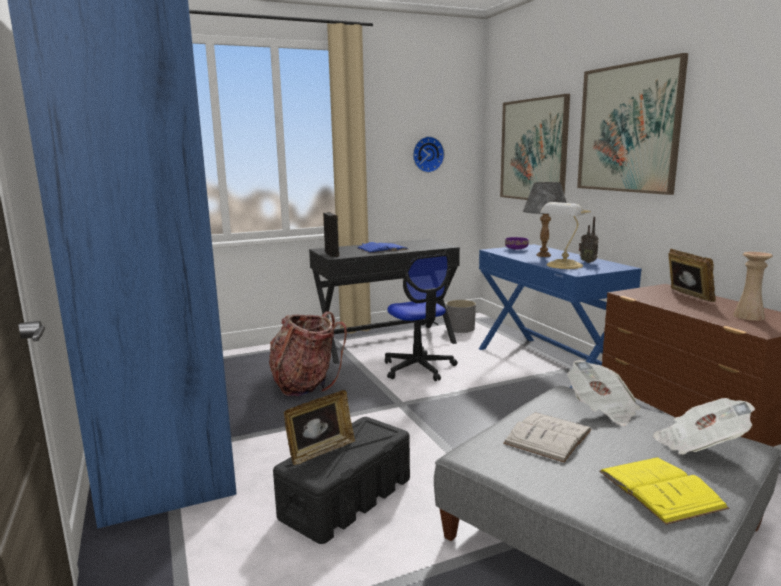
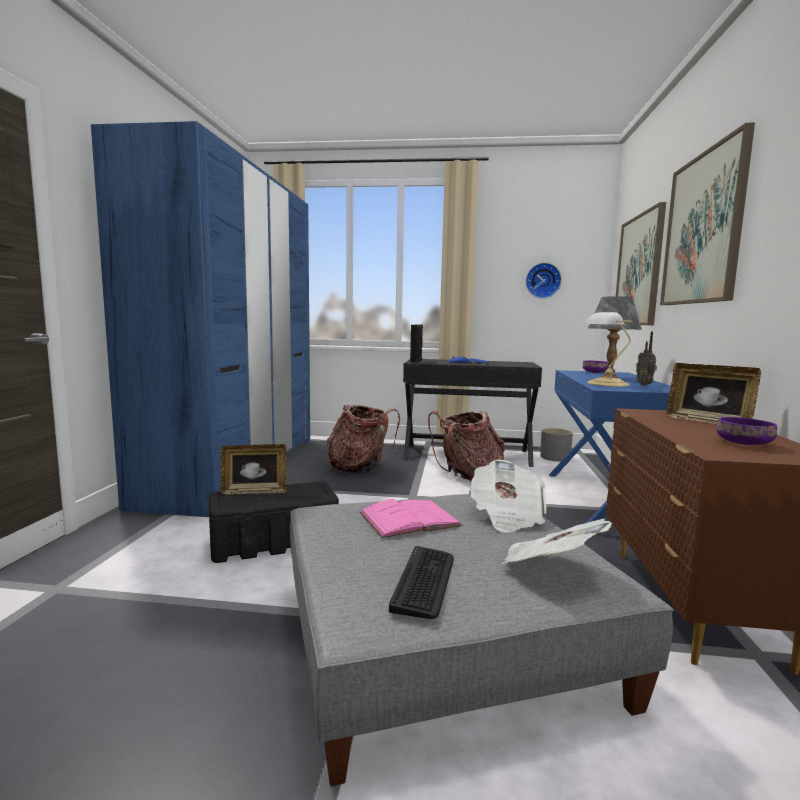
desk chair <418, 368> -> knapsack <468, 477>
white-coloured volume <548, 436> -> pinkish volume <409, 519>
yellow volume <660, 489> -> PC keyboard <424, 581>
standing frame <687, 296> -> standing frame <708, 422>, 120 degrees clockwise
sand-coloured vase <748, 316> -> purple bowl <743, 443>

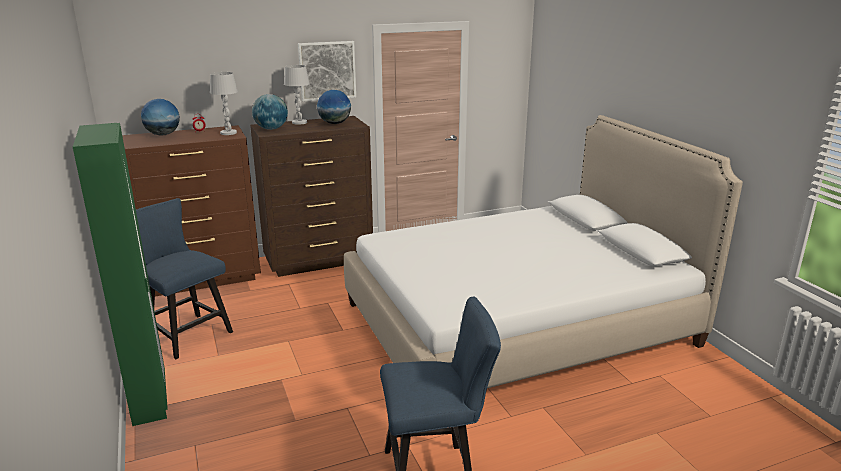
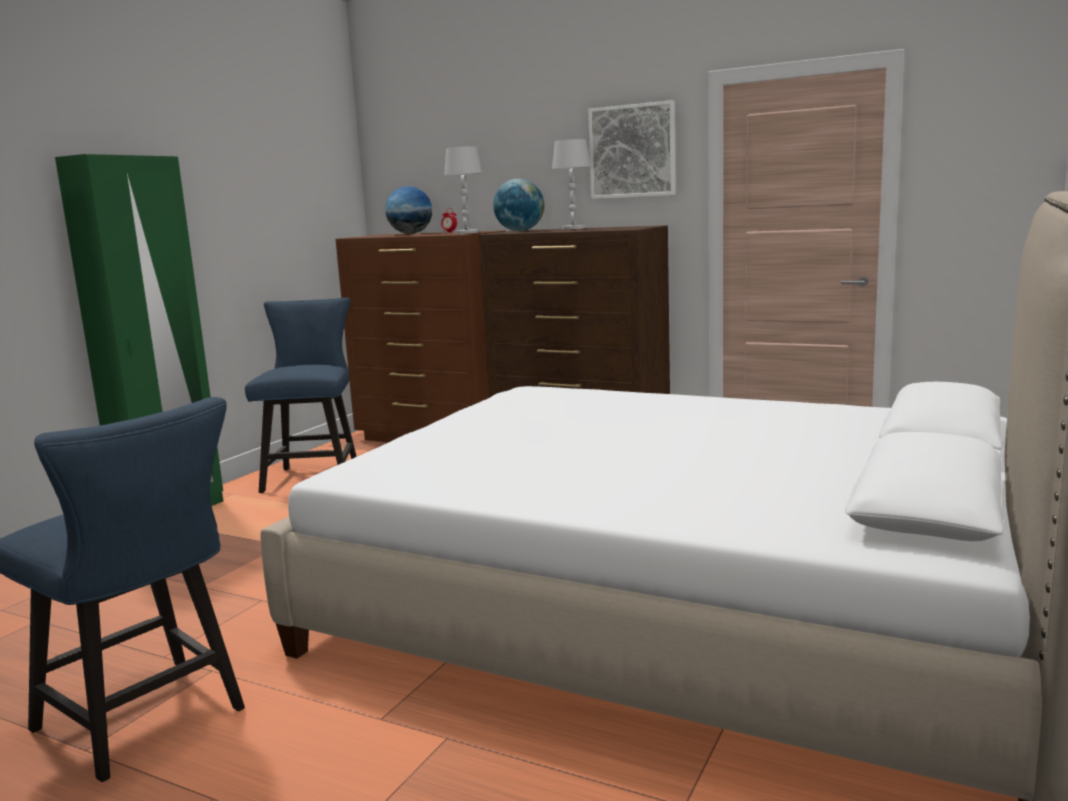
world globe <335, 123> -> none

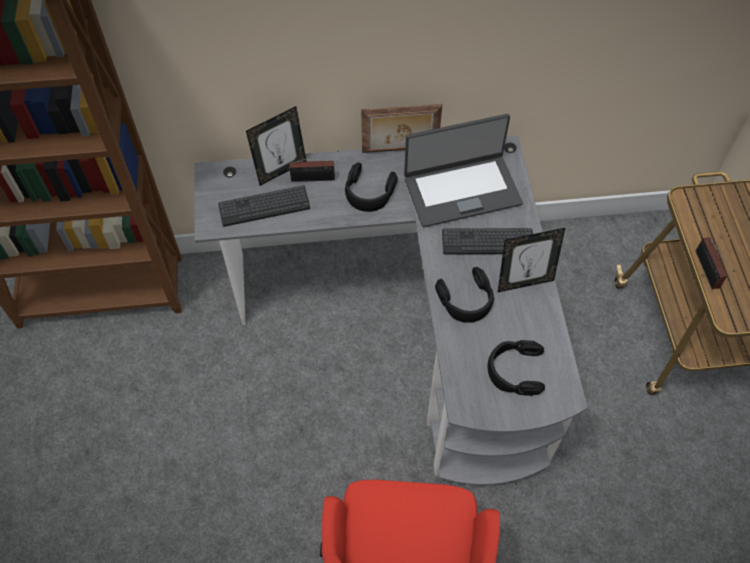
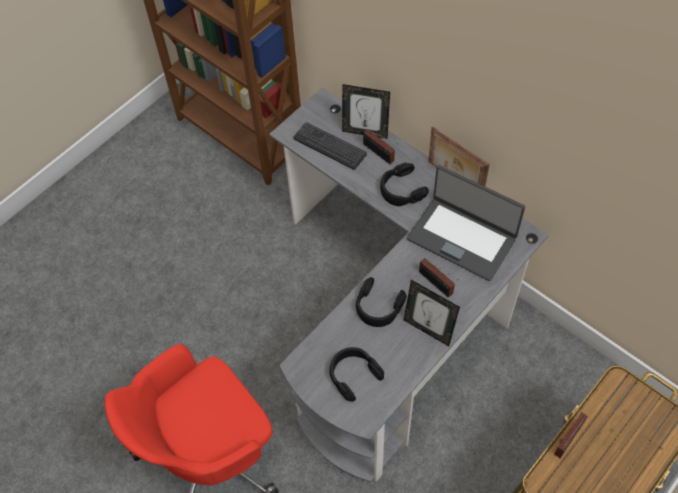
PC keyboard <487, 242> -> radio set <437, 284>

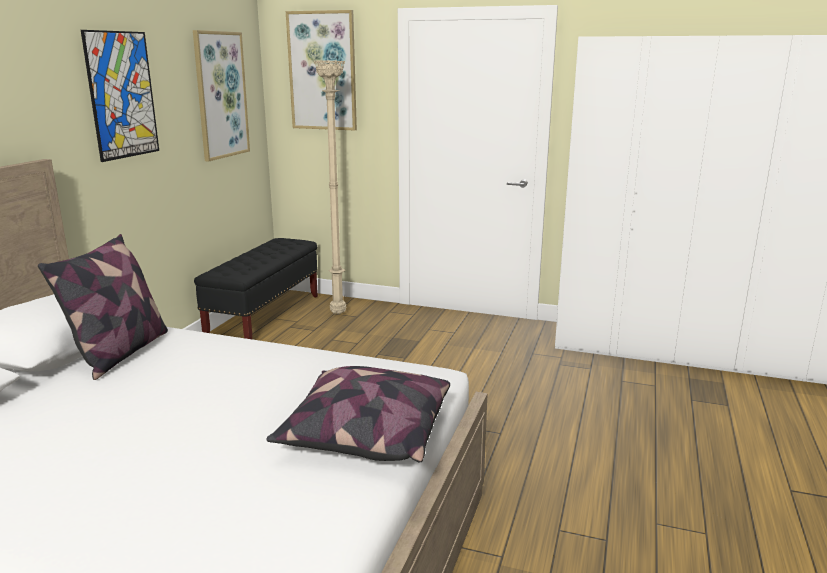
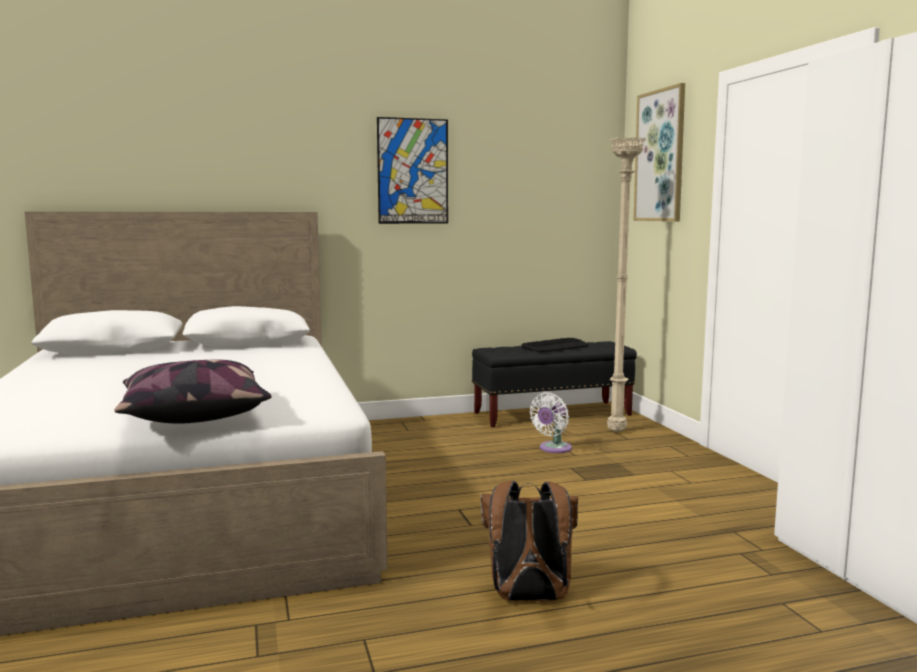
throw pillow <120, 353> -> none
picture <221, 95> -> none
none -> brown-coloured knapsack <528, 598>
none -> PC keyboard <555, 346>
none -> white-coloured electric fan <553, 449>

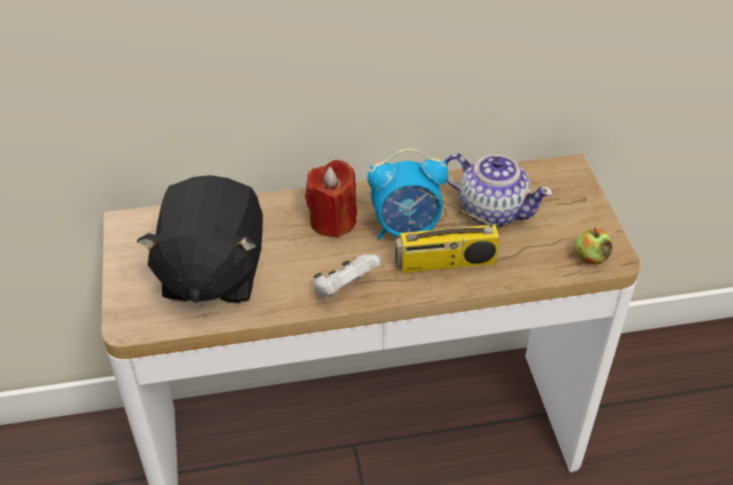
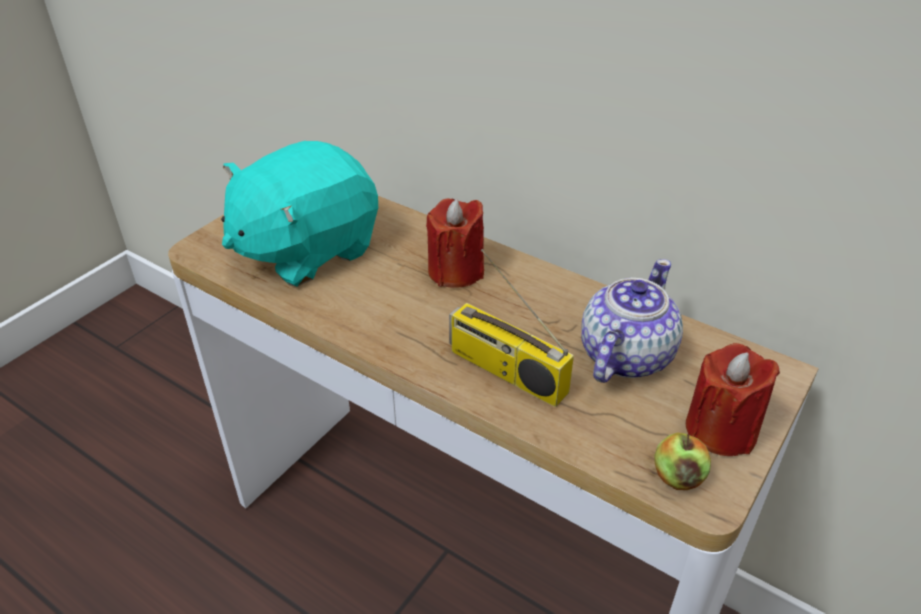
blackish soft toy <211, 272> -> turquoise-coloured soft toy <305, 250>
white-coloured game controller <344, 289> -> none
alarm clock <406, 228> -> none
teapot <491, 210> -> teapot <624, 356>, 135 degrees counterclockwise
none -> reddish wax candle <720, 430>

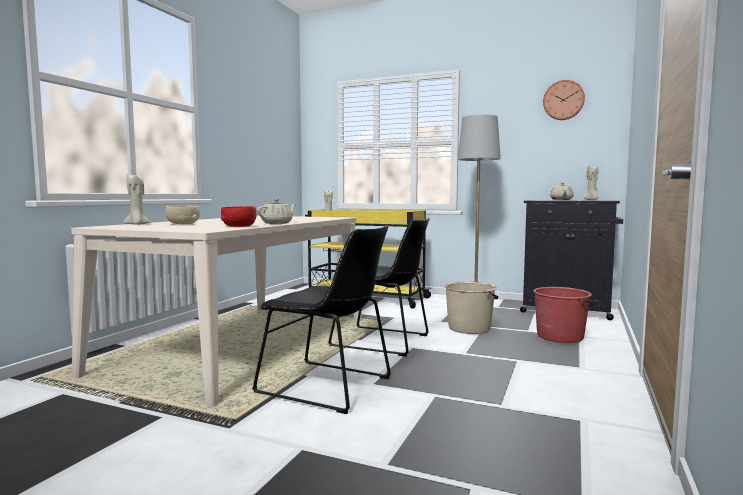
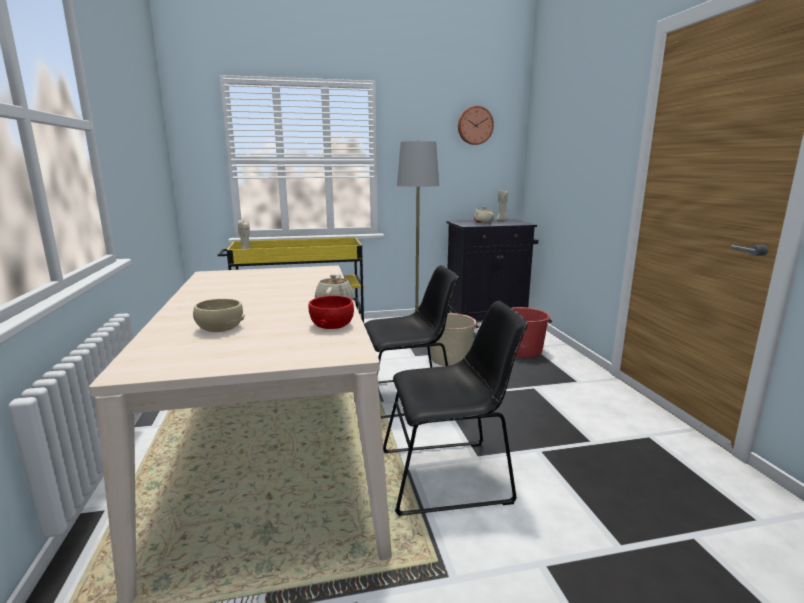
sand-coloured wax candle <137, 224> -> none

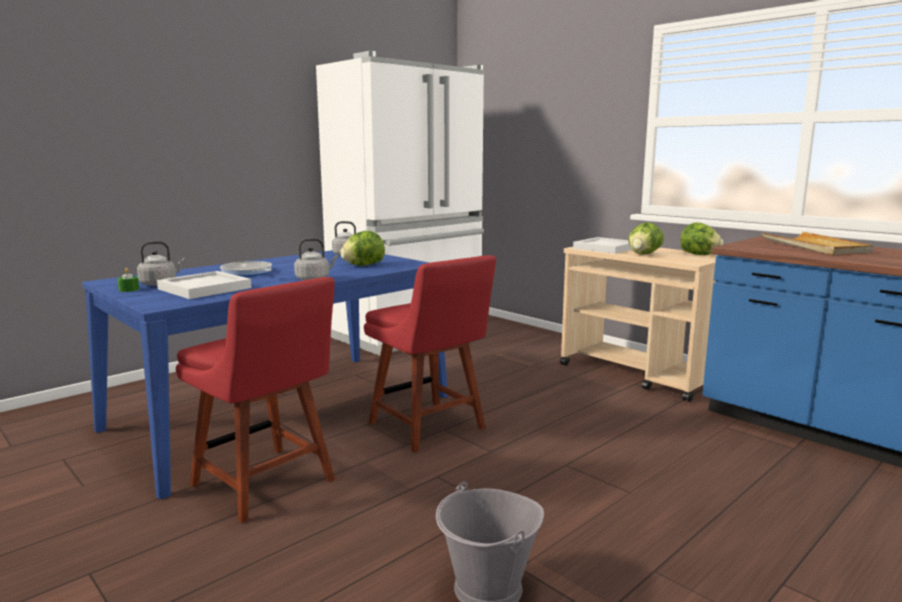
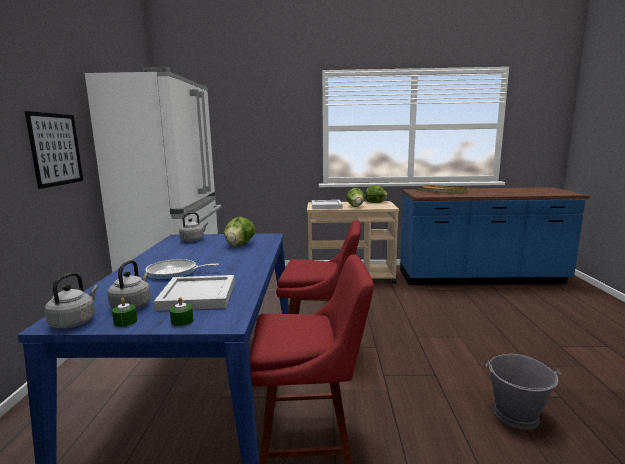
grey water kettle <314, 279> -> grey water kettle <75, 322>, move
none -> picture <56, 149>
none -> greenish wax candle <182, 321>

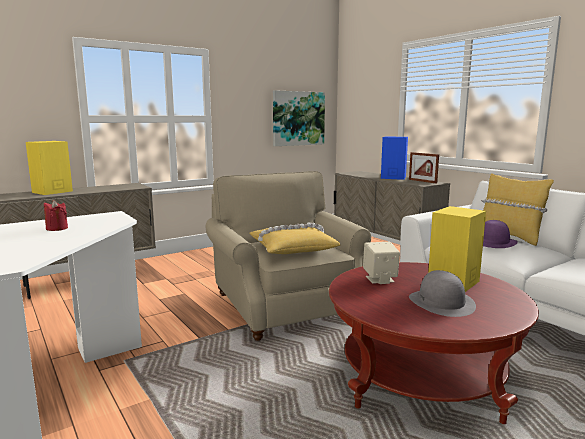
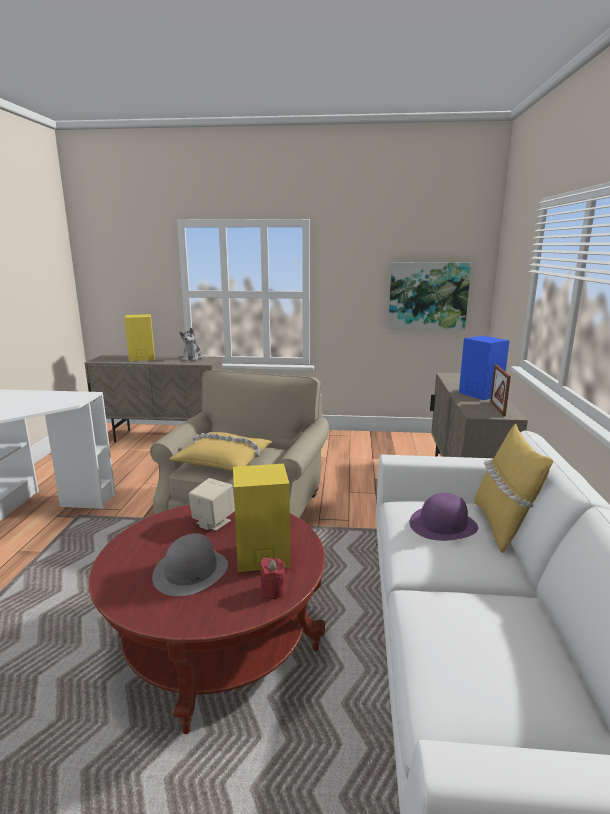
reddish wax candle <57, 228> -> reddish wax candle <273, 590>, move
none -> soft toy <192, 358>

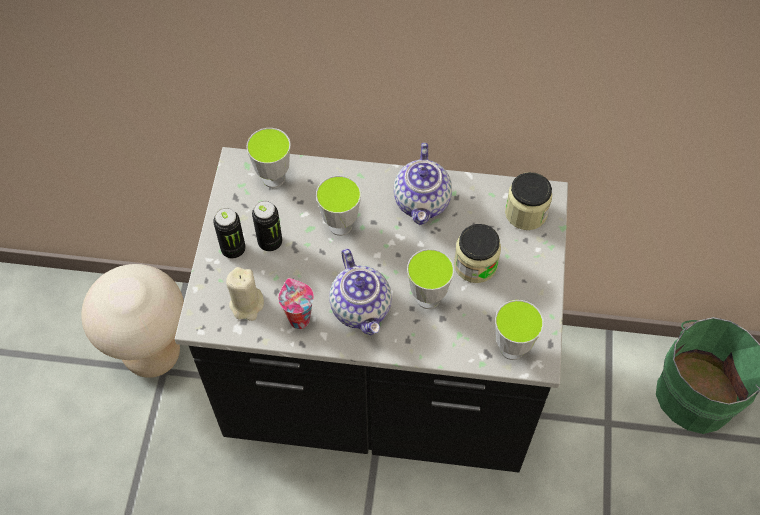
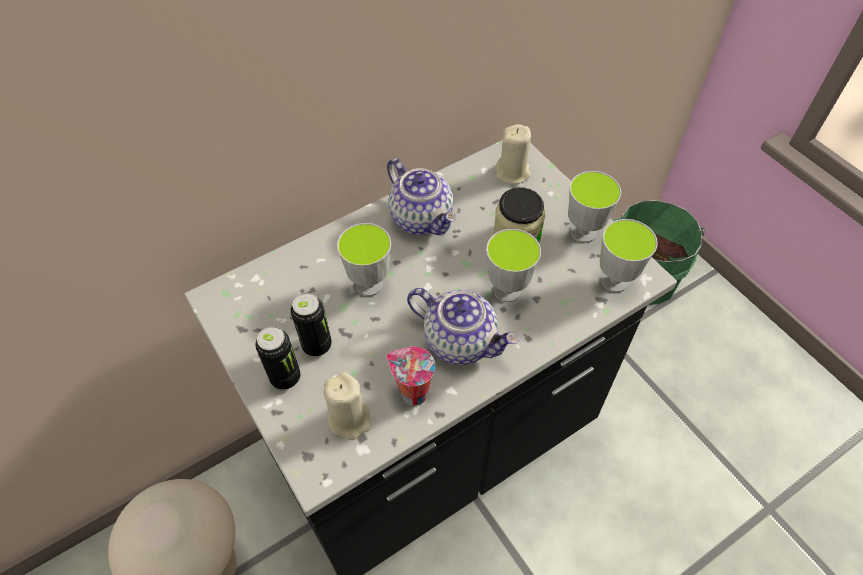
cup <273, 178> -> cup <583, 232>, move
storage jar <526, 213> -> sand-coloured wax candle <512, 173>

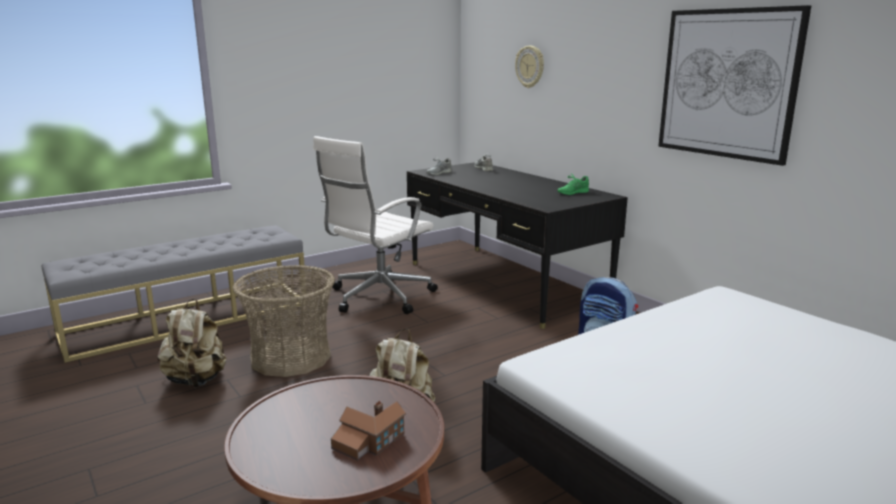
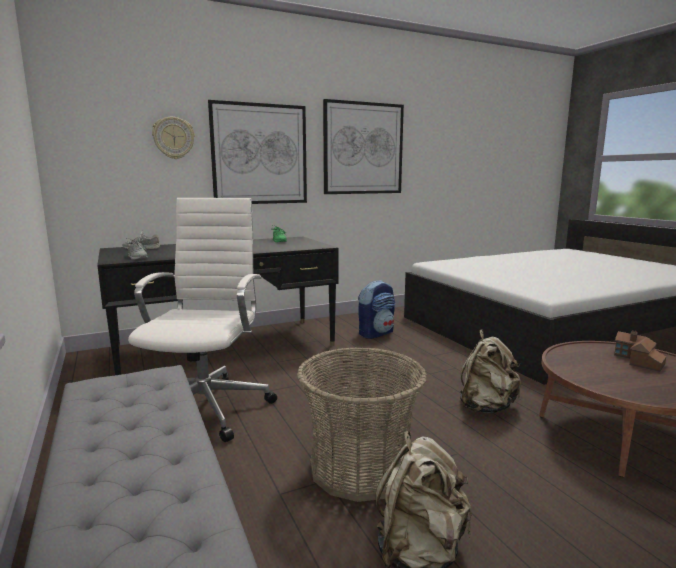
white-coloured desk chair <378, 297> -> white-coloured desk chair <208, 406>, 135 degrees counterclockwise
none -> picture <259, 154>

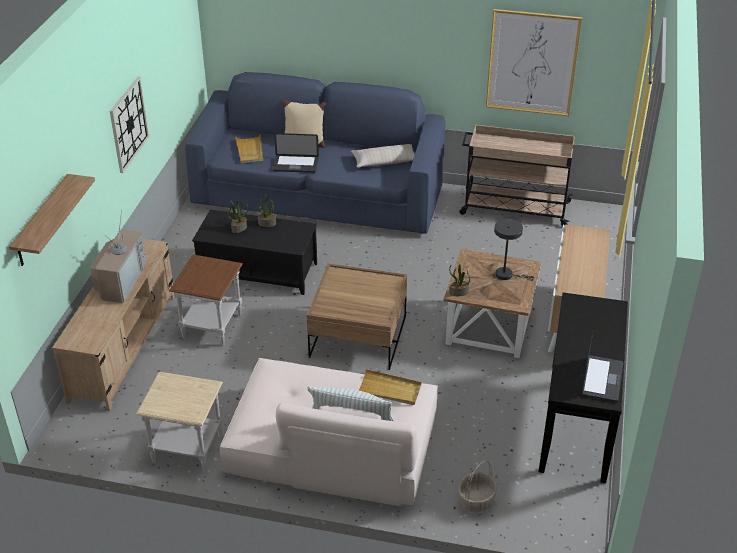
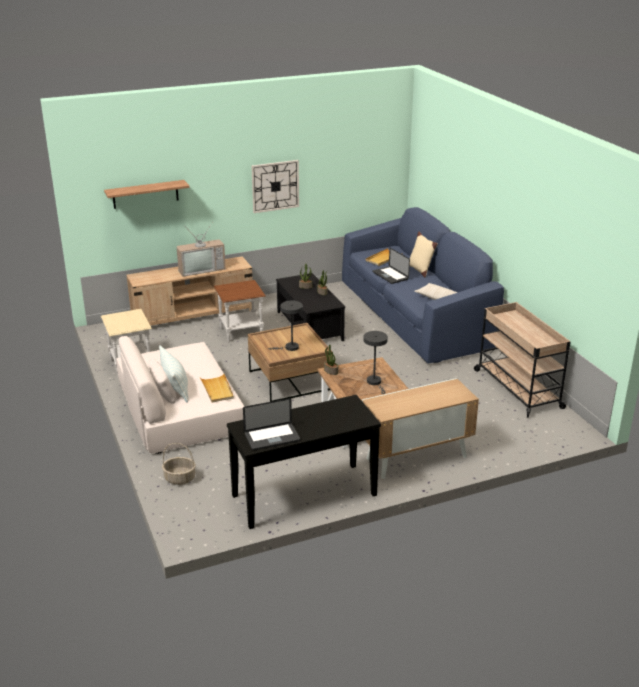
picture <532, 63> -> none
none -> grey tabletop lamp <289, 348>

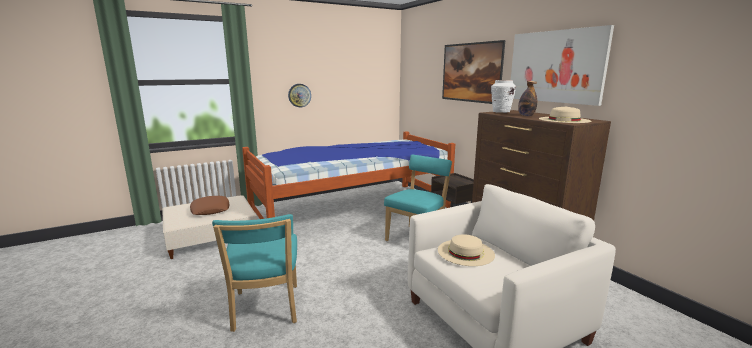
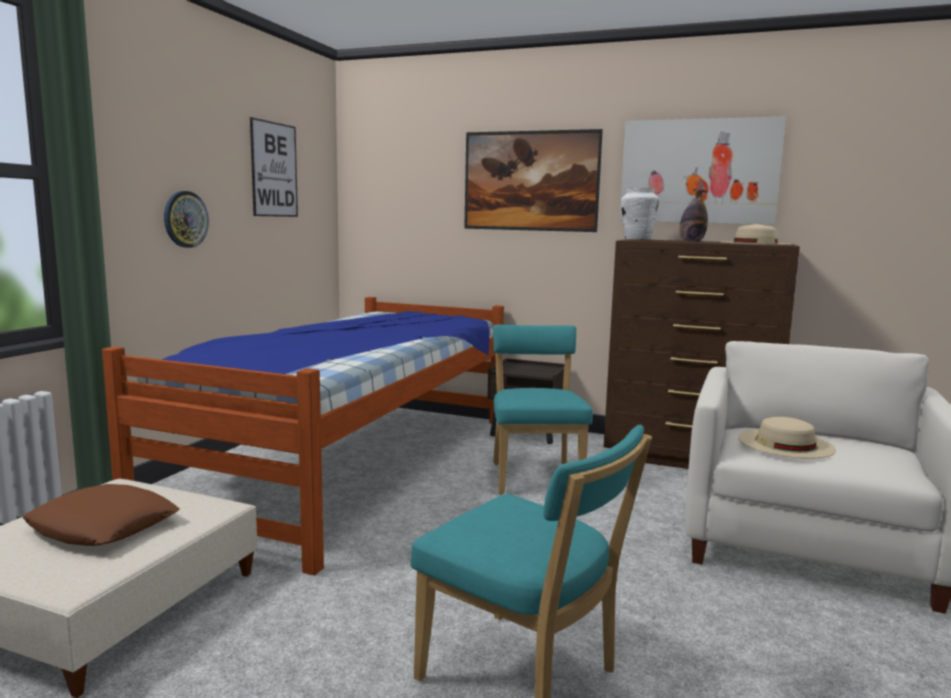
none -> picture <274, 169>

